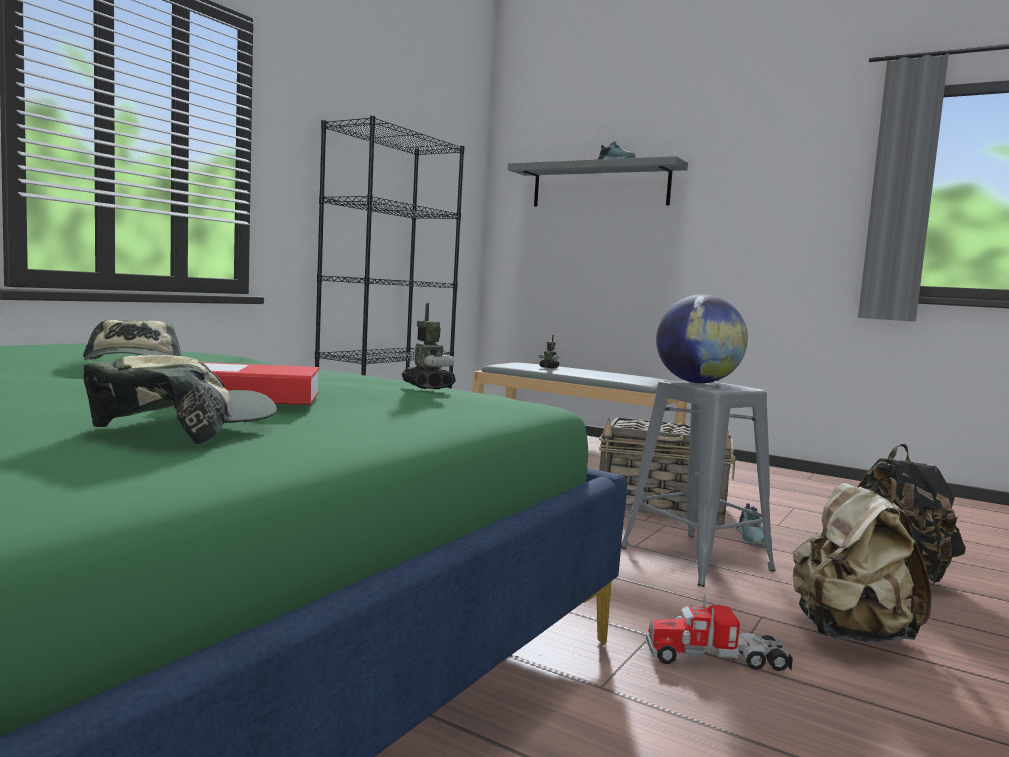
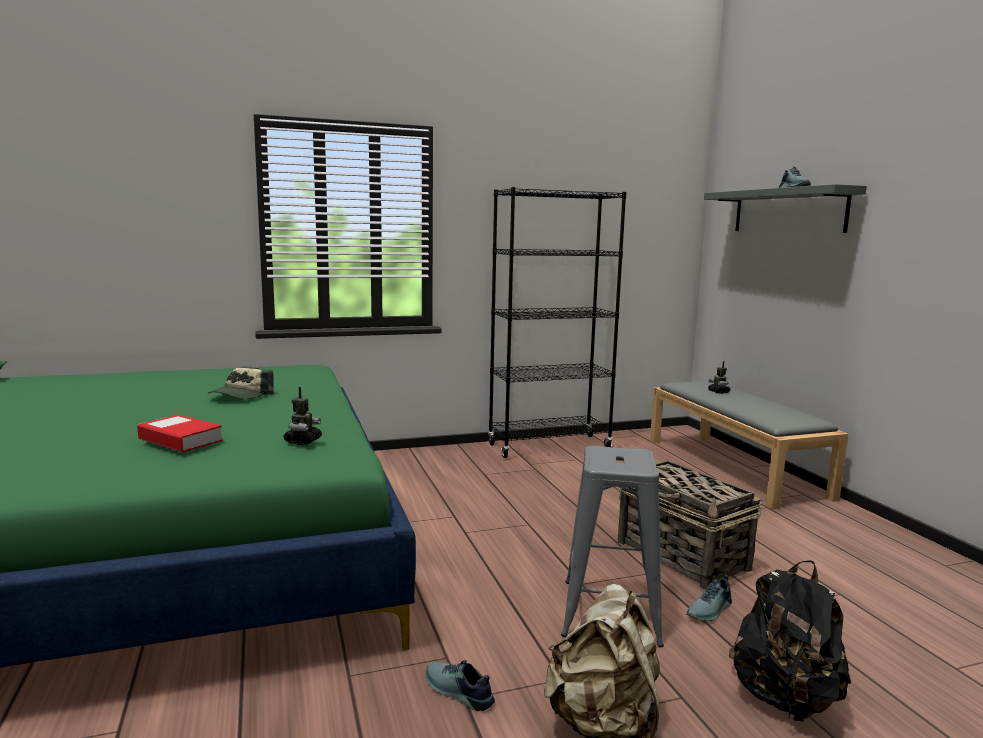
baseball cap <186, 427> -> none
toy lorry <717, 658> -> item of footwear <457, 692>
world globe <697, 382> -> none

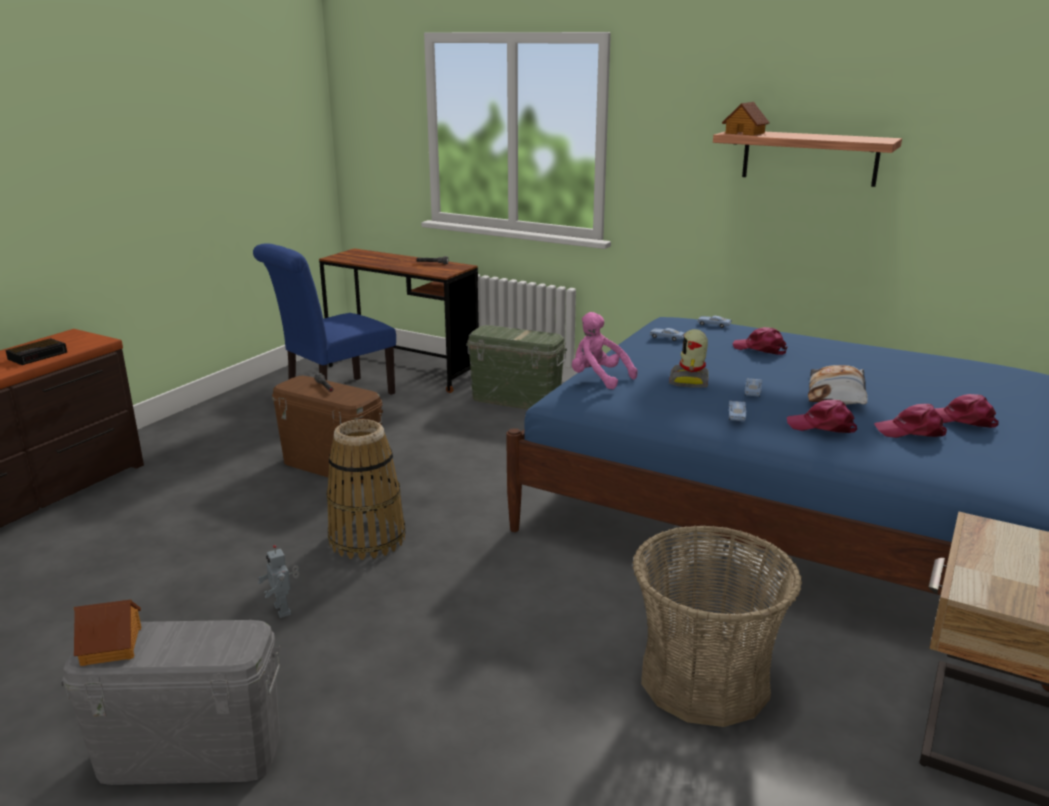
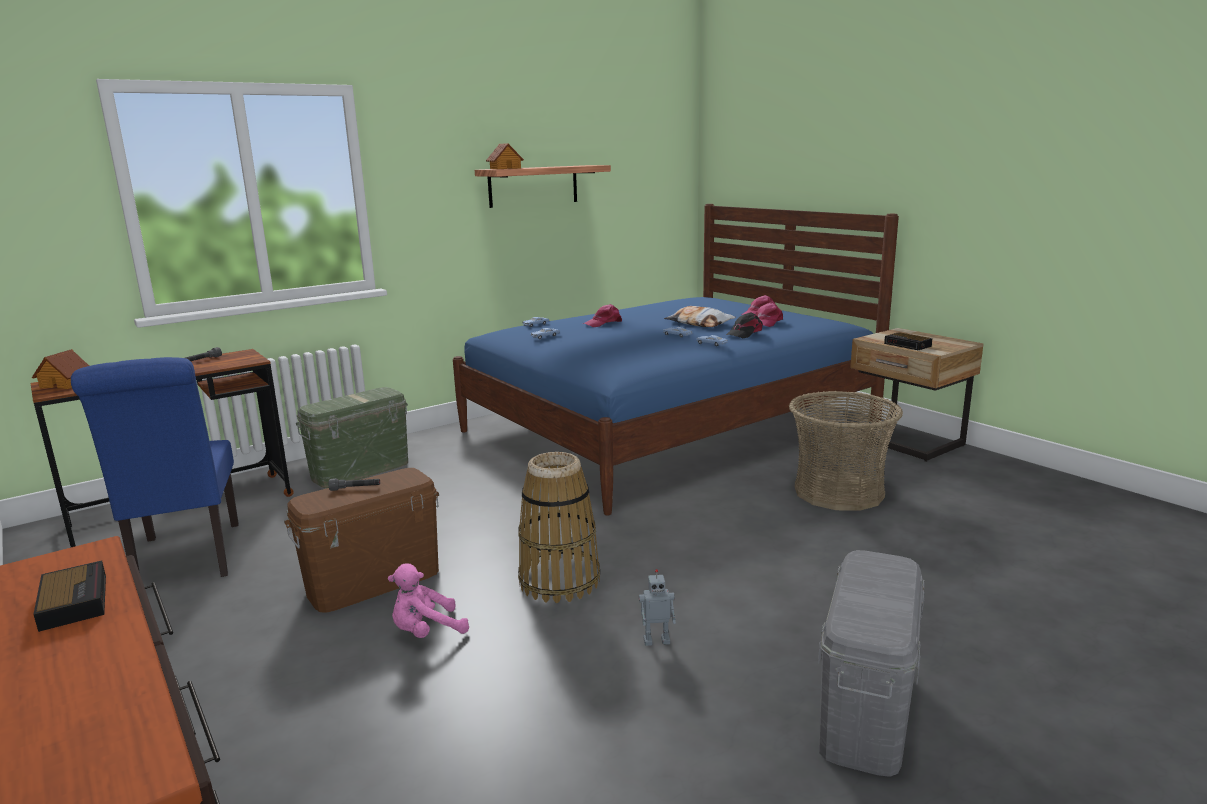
miniature house <112, 645> -> miniature house <66, 384>, move
pinkish soft toy <598, 379> -> pinkish soft toy <426, 632>, move
model robot <690, 380> -> none
pinkish baseball cap <822, 426> -> blackish baseball cap <744, 333>
none -> alarm clock <908, 345>

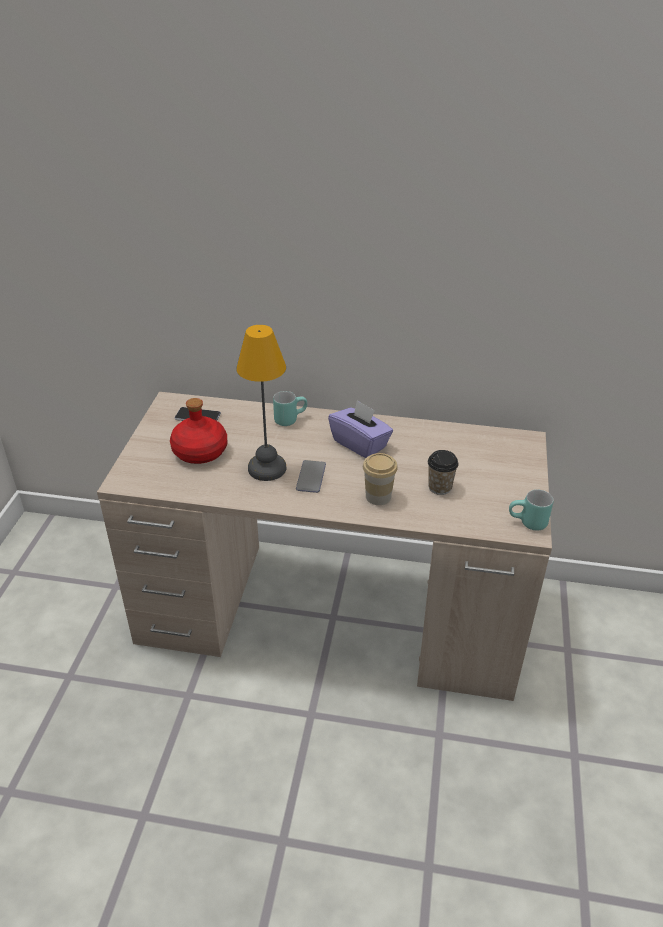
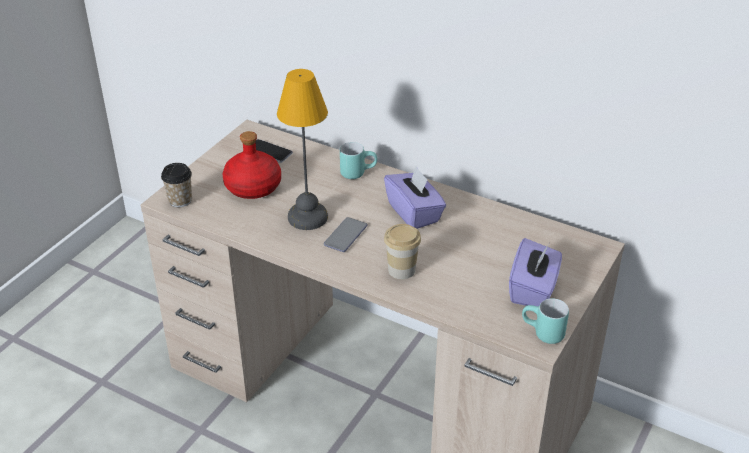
cup <440, 487> -> cup <180, 200>, move
none -> purple box of tissues <533, 289>

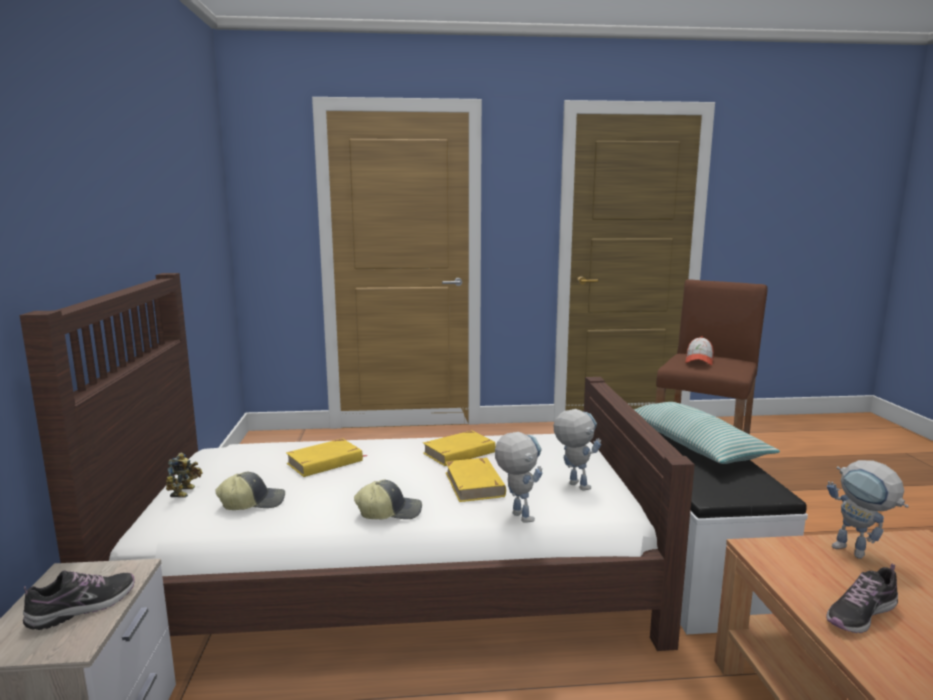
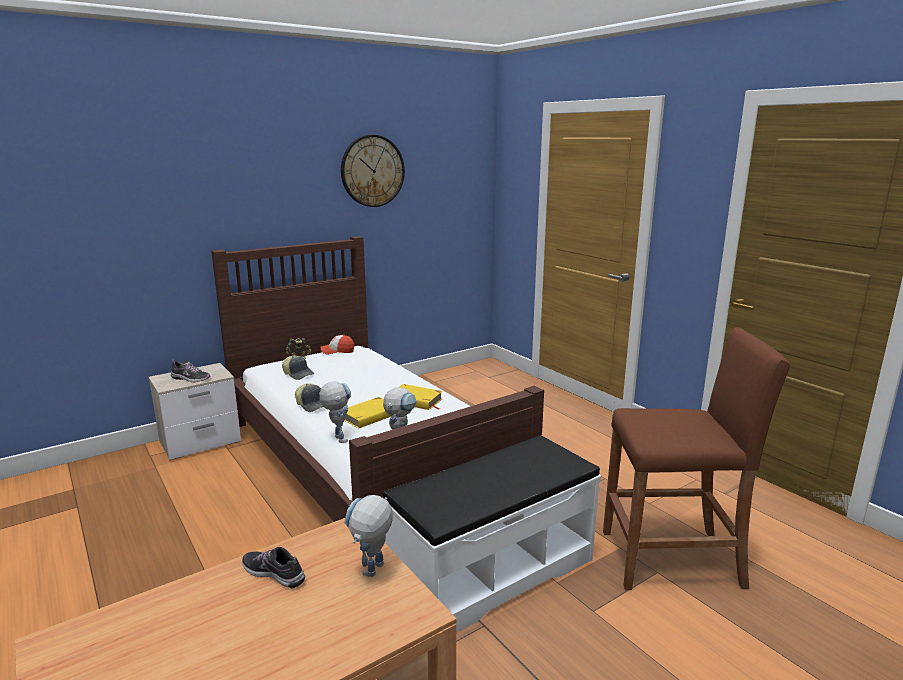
yellow volume <325, 462> -> none
model robot <516, 514> -> model robot <337, 437>, 60 degrees counterclockwise
throw pillow <693, 446> -> none
baseball cap <699, 361> -> baseball cap <337, 351>, move
none -> wall clock <372, 171>

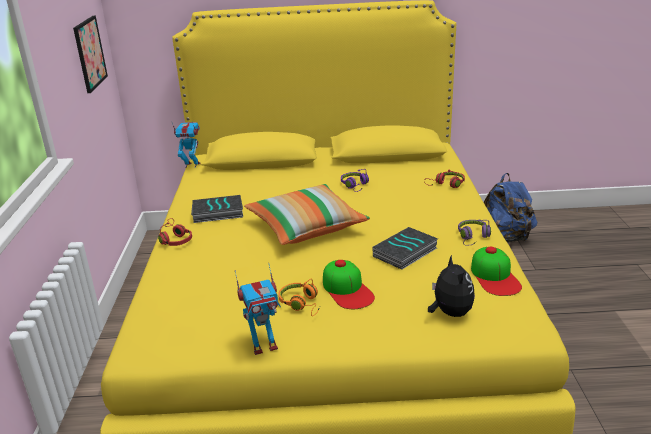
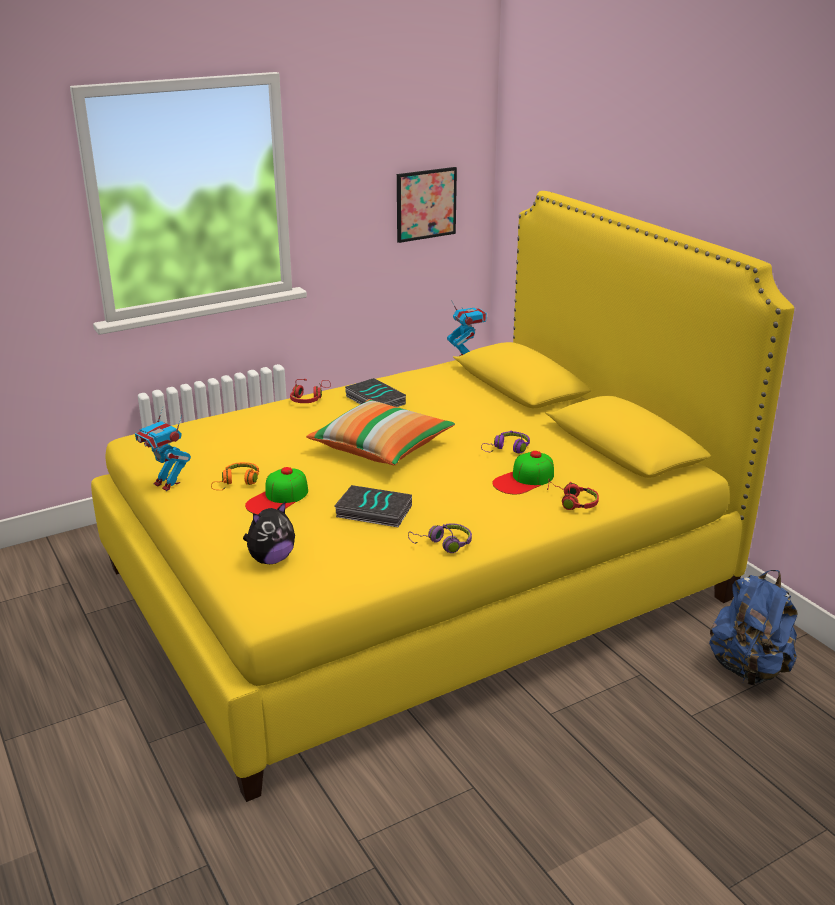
baseball cap <495, 277> -> baseball cap <524, 479>, move

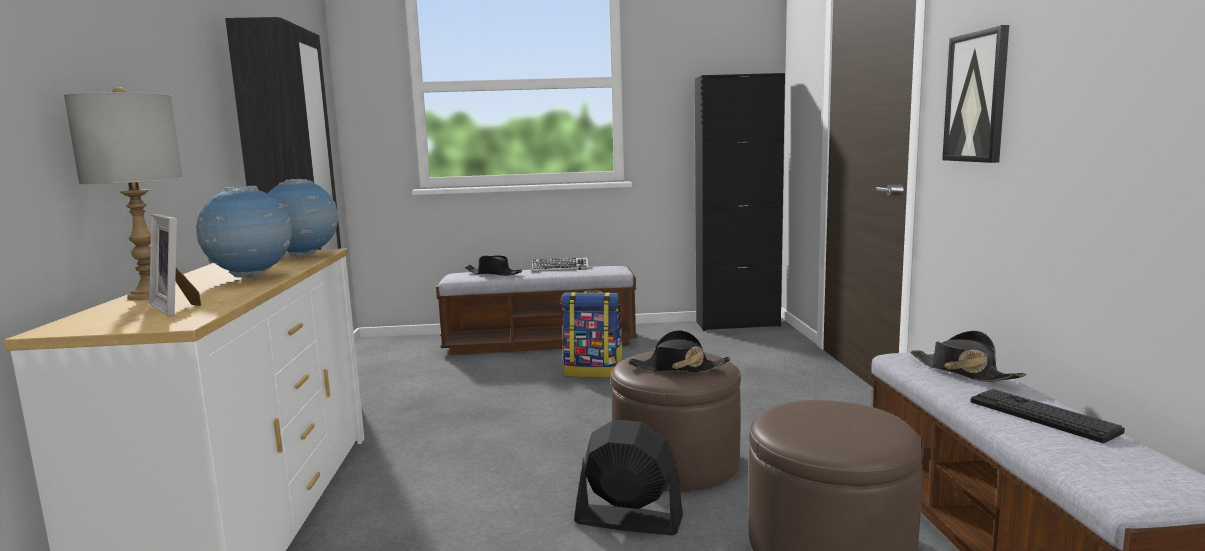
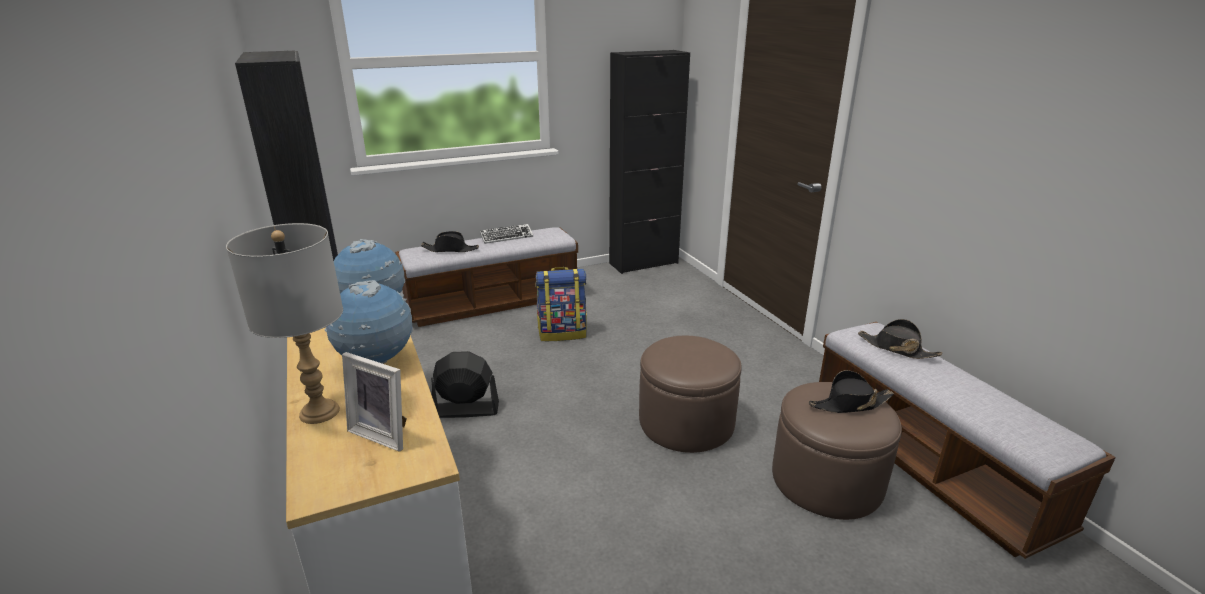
blackish electric fan <628, 520> -> blackish electric fan <465, 410>, move
blackish clothing hat <678, 368> -> blackish clothing hat <850, 404>, move
picture <977, 97> -> none
PC keyboard <1042, 416> -> none

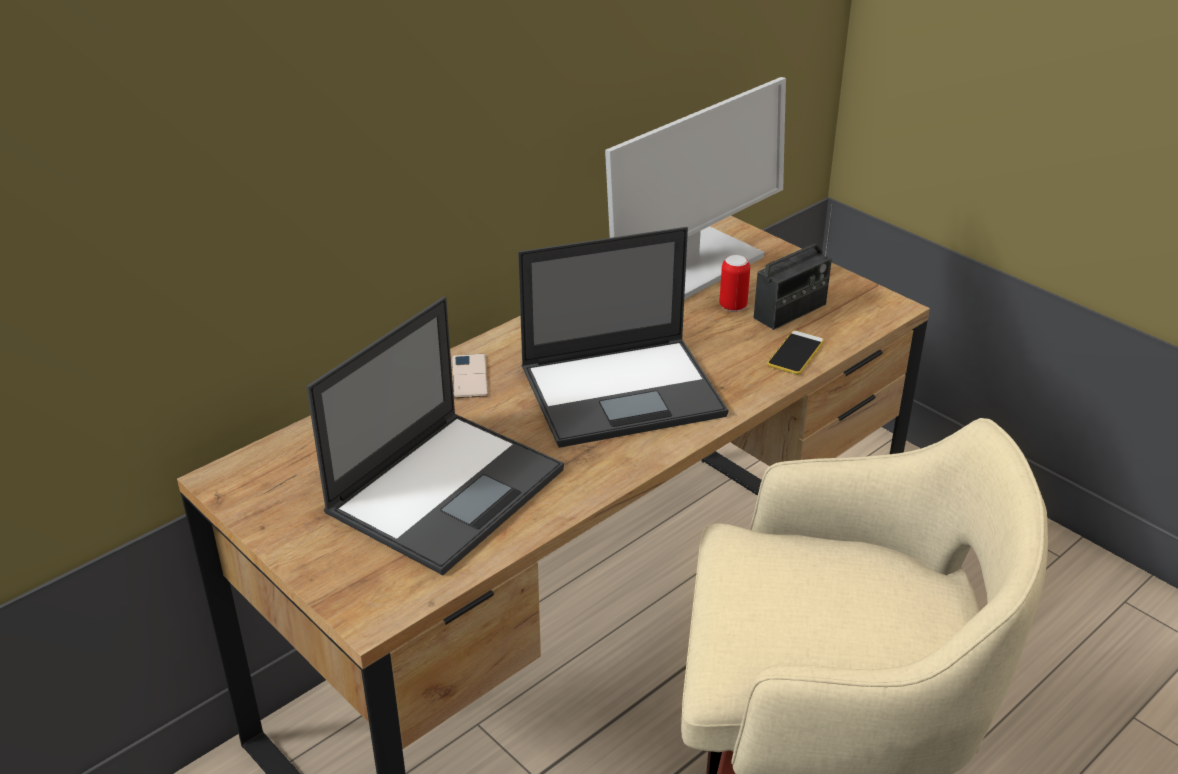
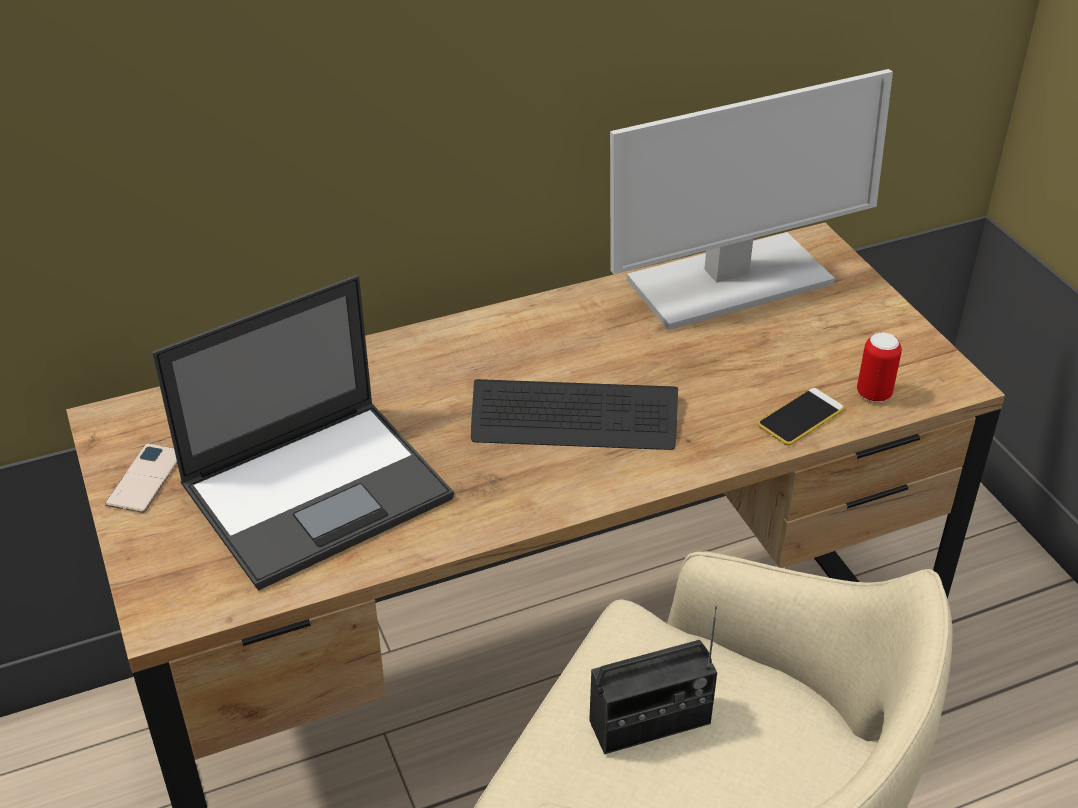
phone <469, 376> -> phone <145, 478>, move
notebook computer <624, 391> -> PC keyboard <574, 418>
metal can <733, 306> -> metal can <873, 394>, move
radio set <790, 311> -> radio set <650, 723>, move

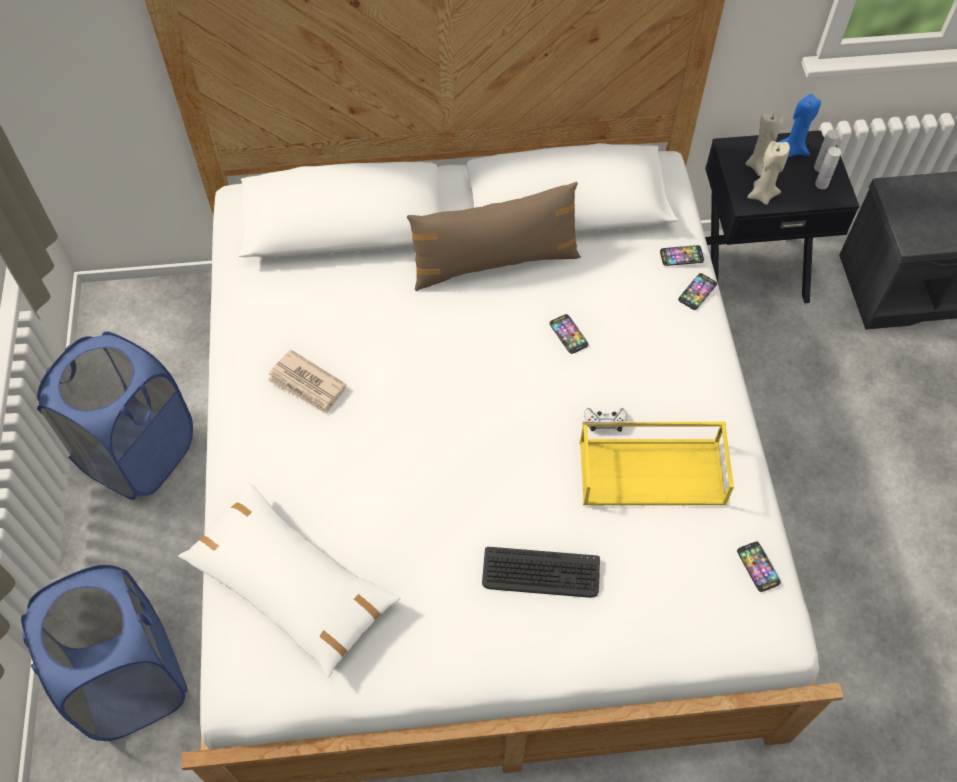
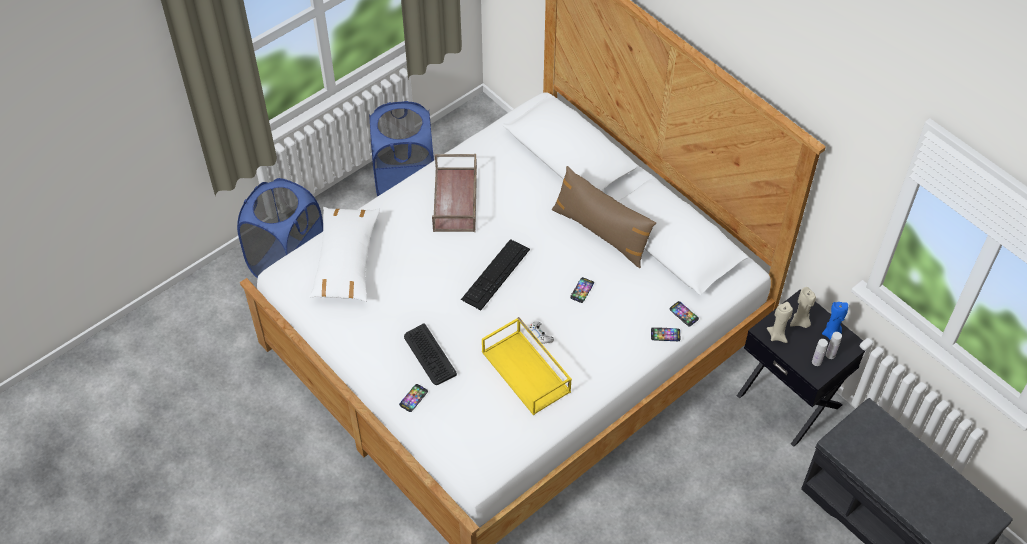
newspaper <307, 384> -> brown-coloured serving tray <456, 200>
phone <758, 567> -> phone <413, 398>, move
none -> PC keyboard <495, 274>

